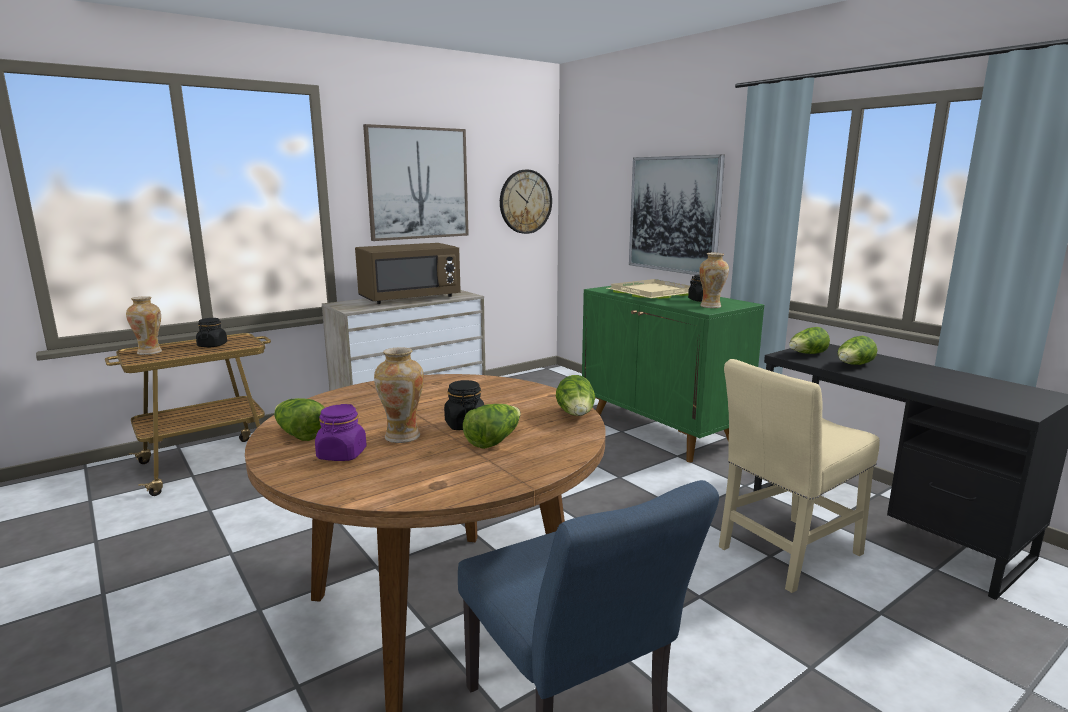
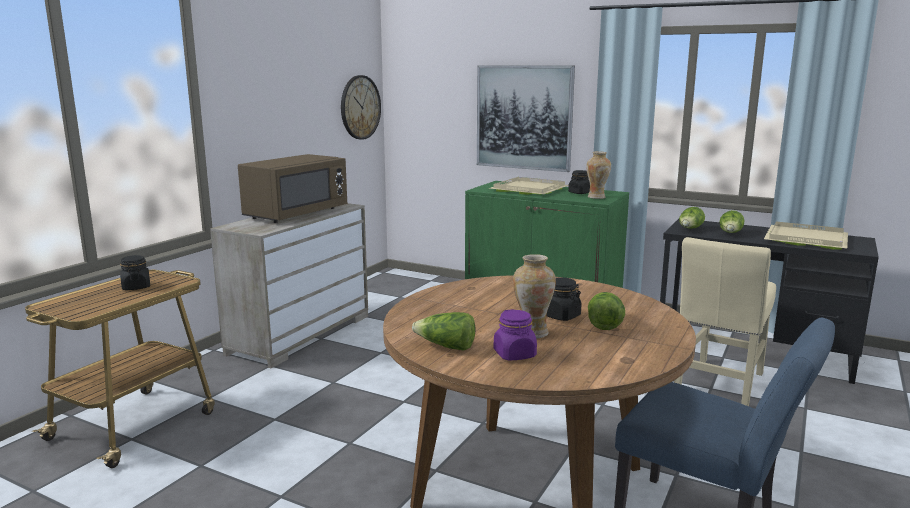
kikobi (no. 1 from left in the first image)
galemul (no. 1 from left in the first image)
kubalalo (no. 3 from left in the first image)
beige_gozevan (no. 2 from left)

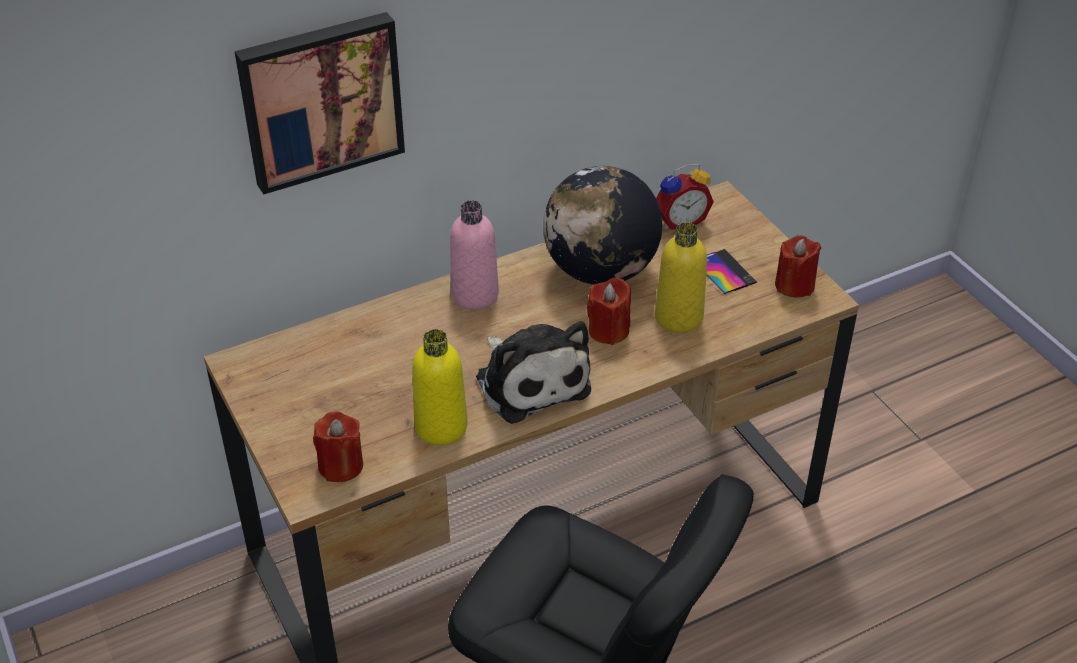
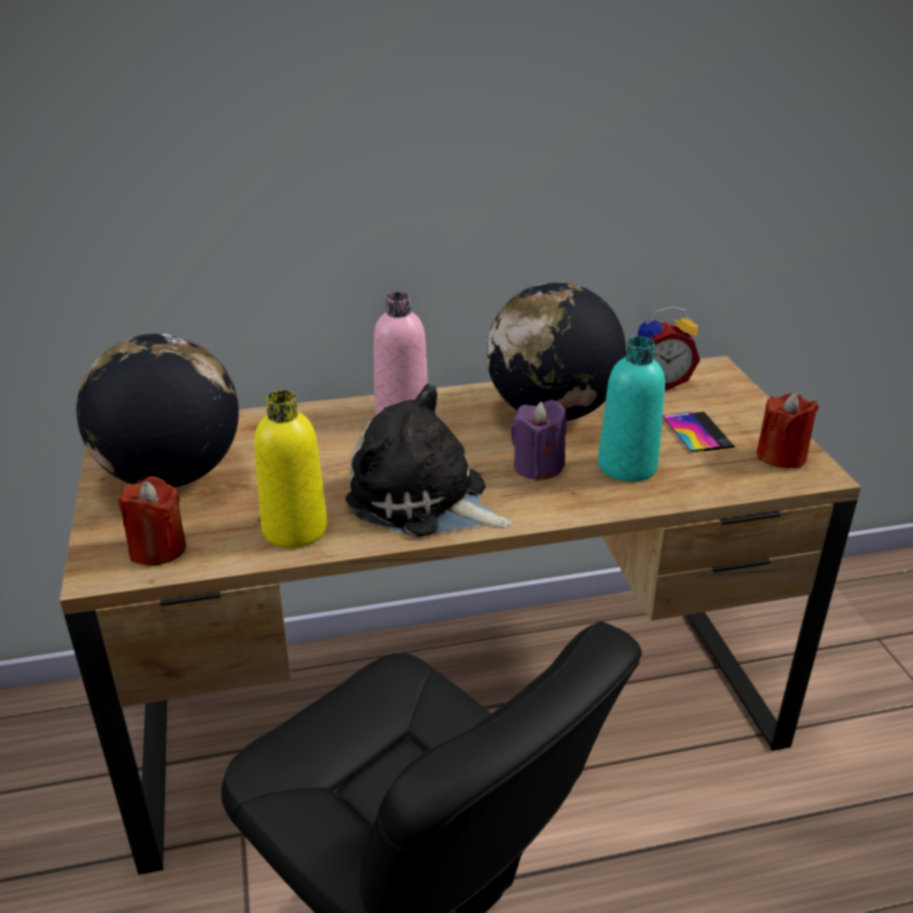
galemul
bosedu (no. 1 from left)
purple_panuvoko
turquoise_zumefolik
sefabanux

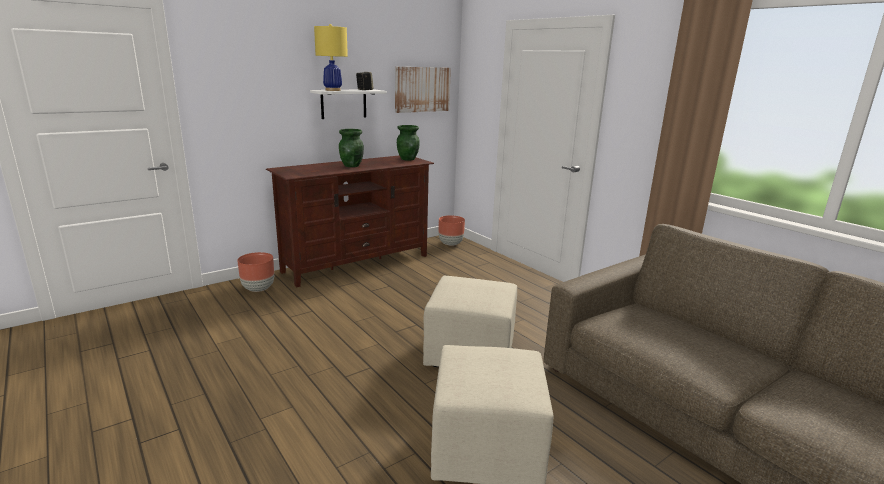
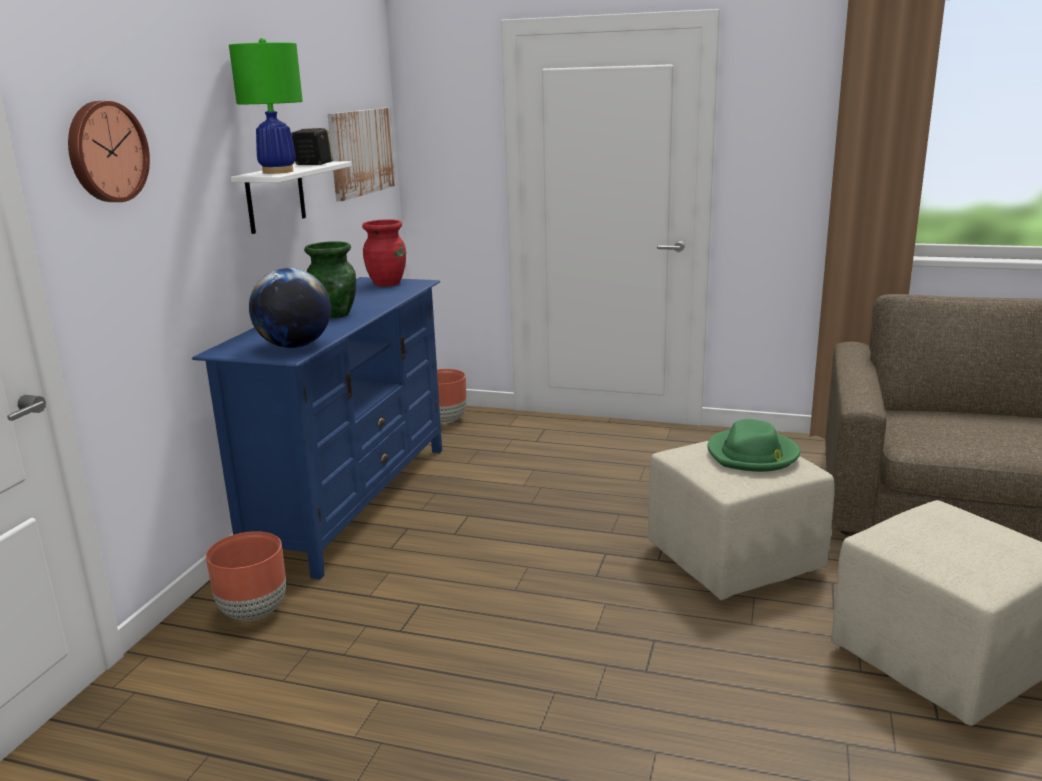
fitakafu
bosedu
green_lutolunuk
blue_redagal
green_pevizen
red_kikobi

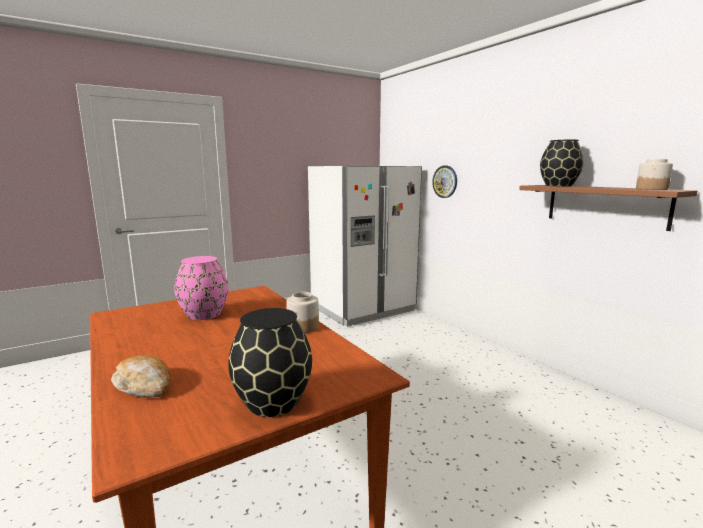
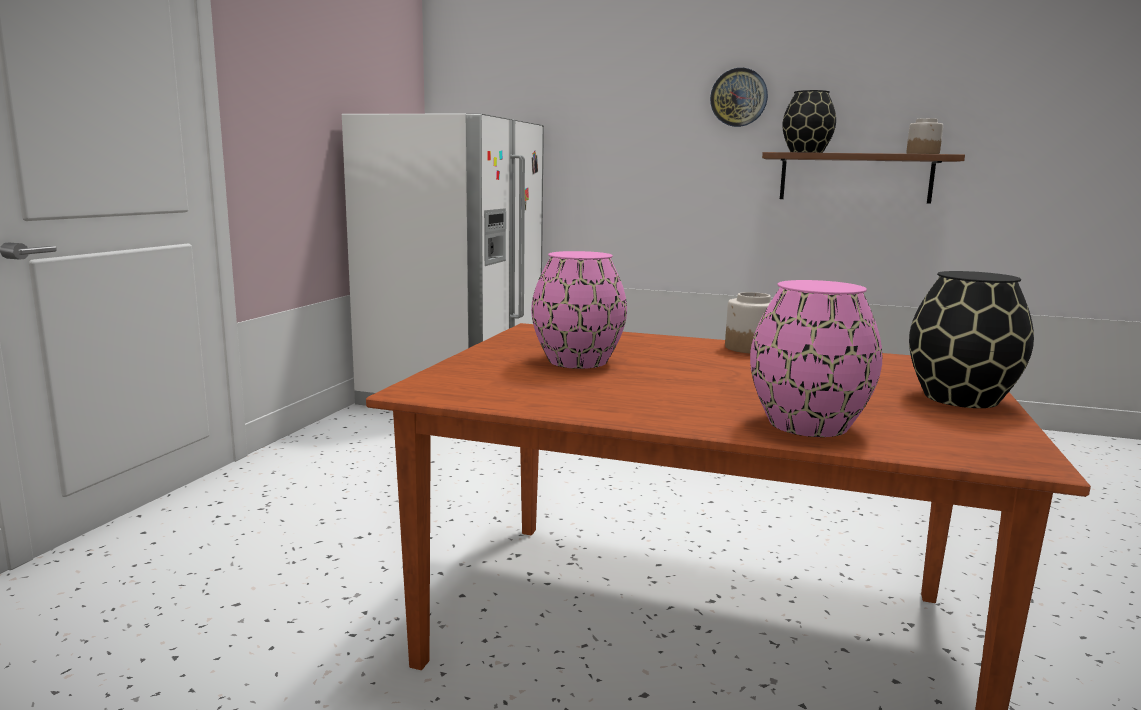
fitakafu
pink_kikobi (no. 2 from left)

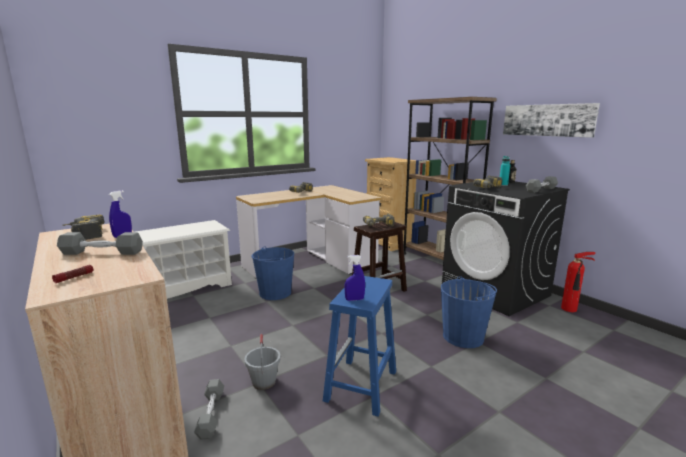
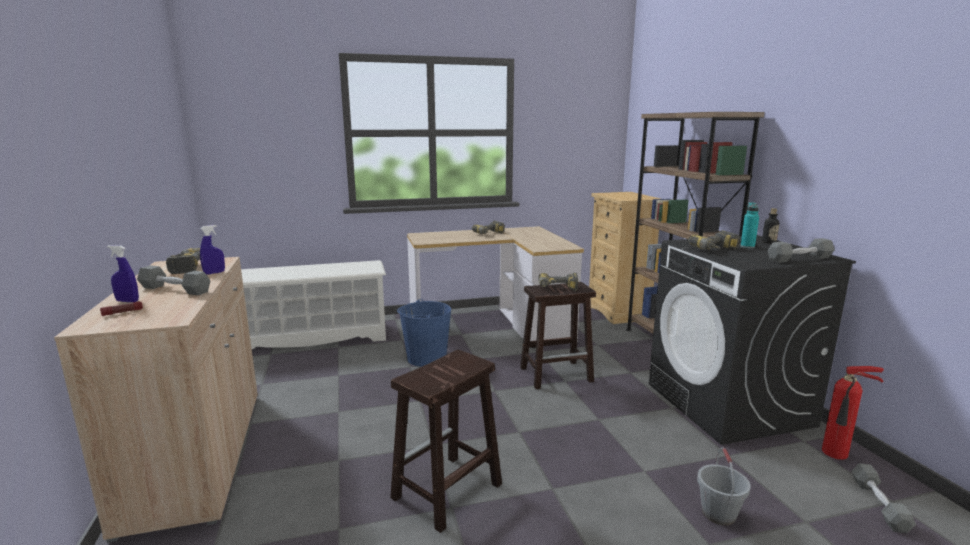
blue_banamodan (no. 2 from left in the first image)
galemul
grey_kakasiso (no. 3 from left)
grey_banamodan
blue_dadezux (no. 1 from left)
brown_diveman (no. 1 from left)

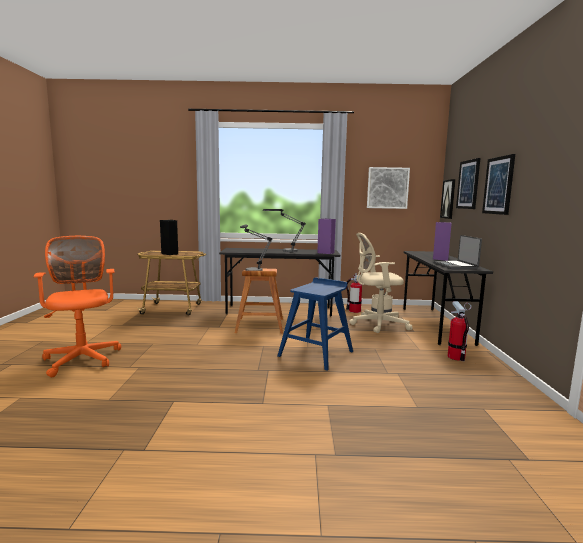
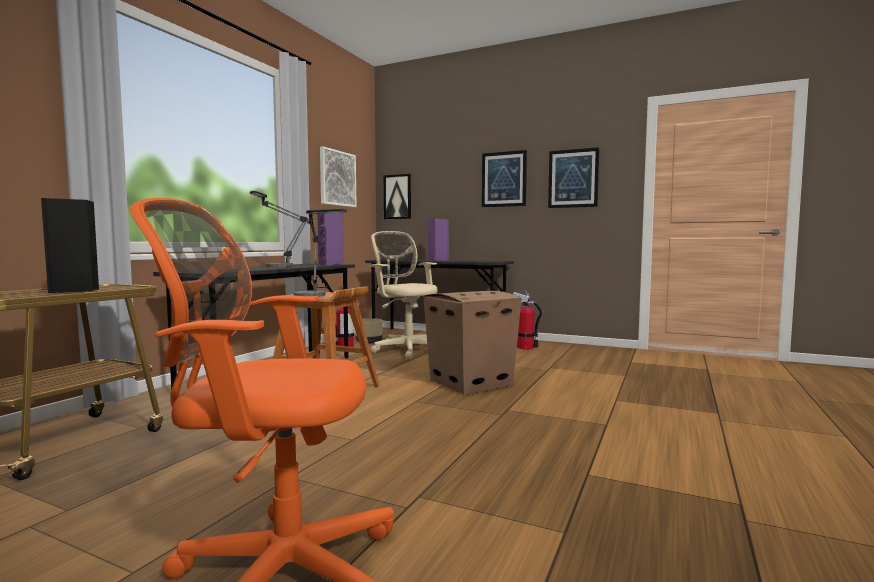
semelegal
galemul (no. 4 from left)
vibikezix
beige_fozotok

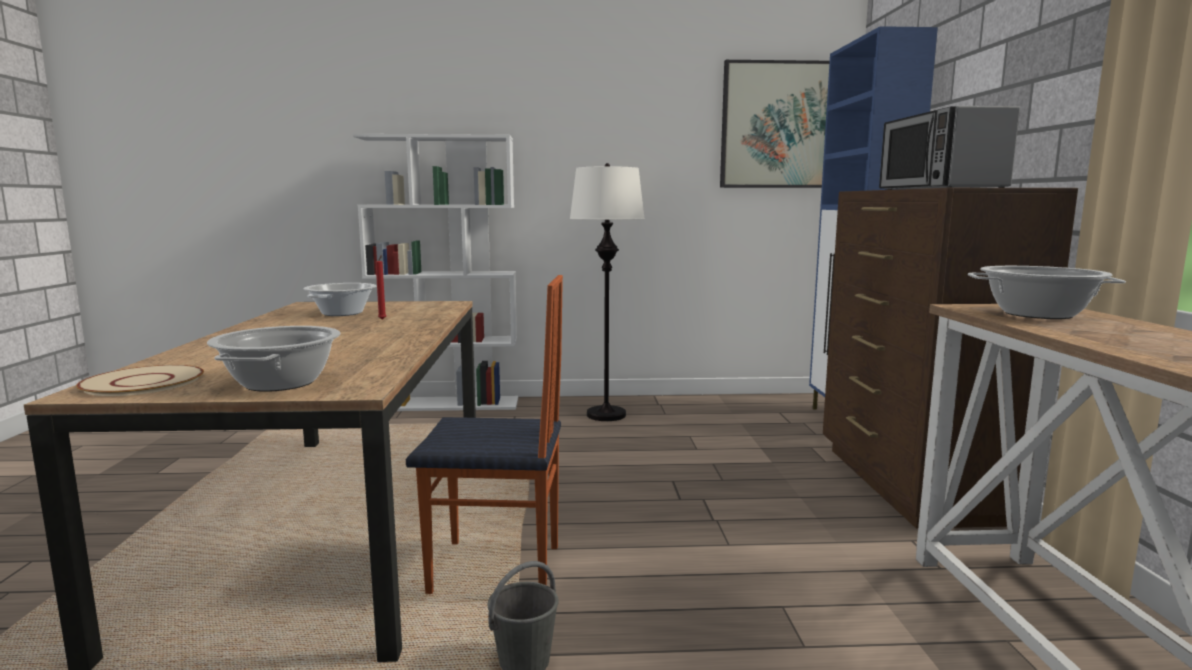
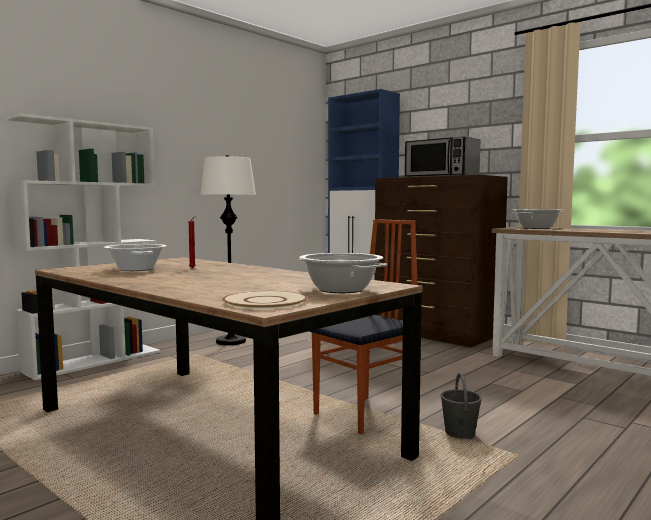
galemul

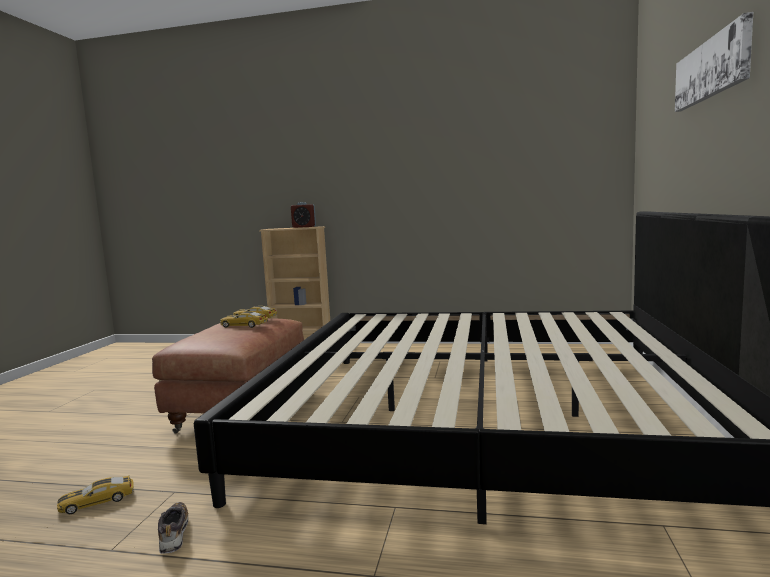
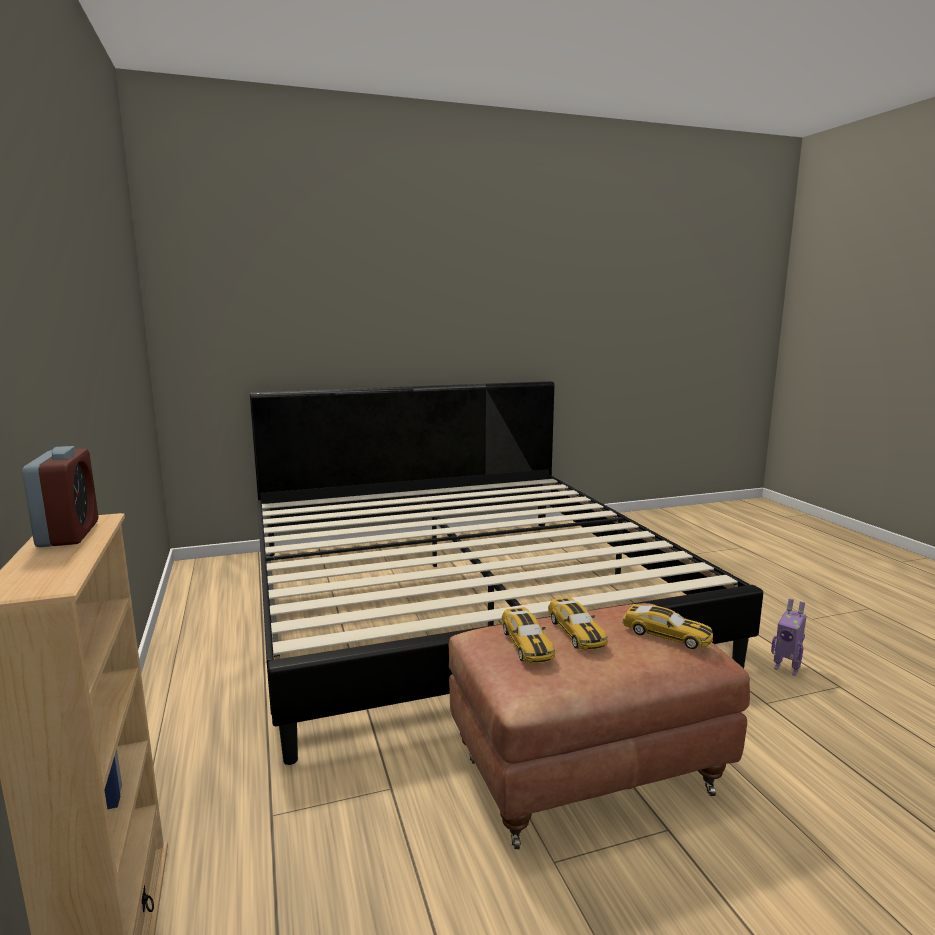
galemul
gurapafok (no. 3 from left)
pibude

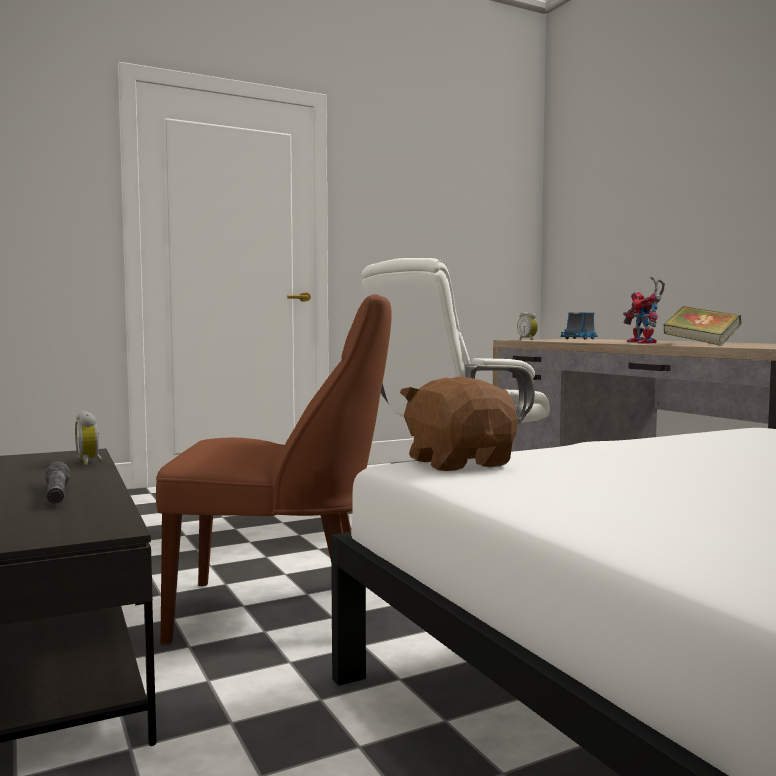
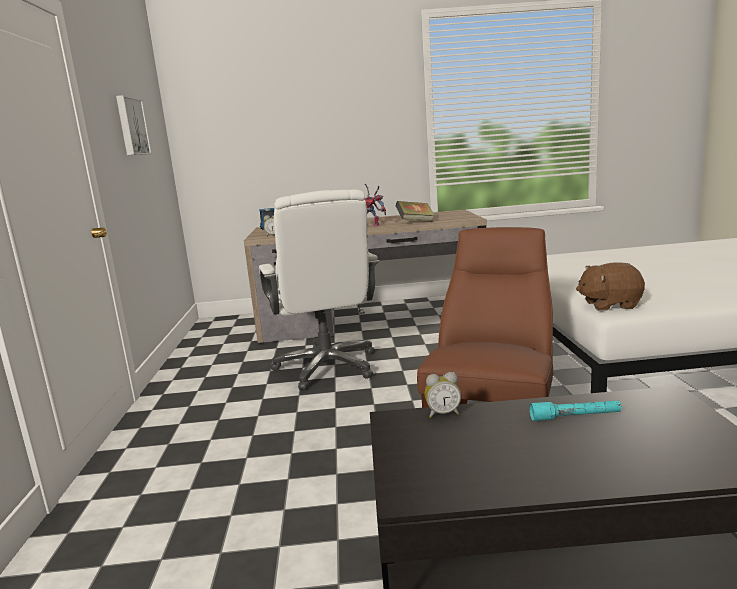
galemul
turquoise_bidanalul

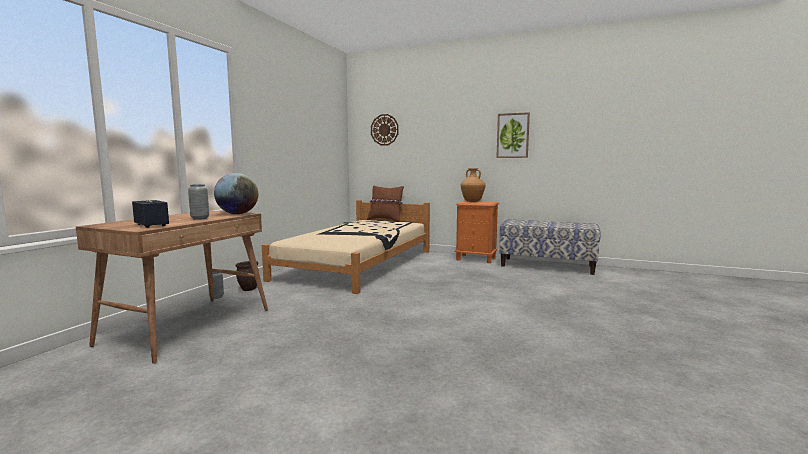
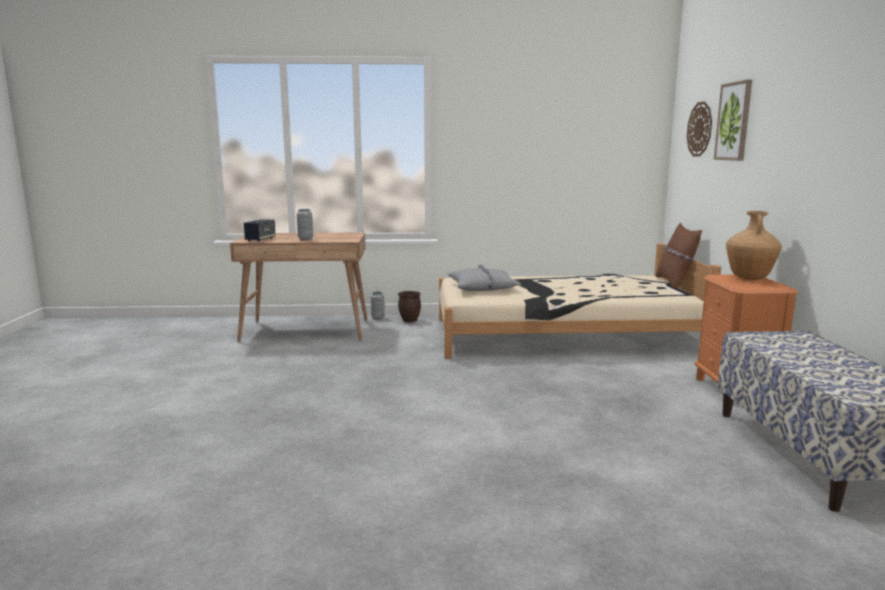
bosedu
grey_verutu
galemul

